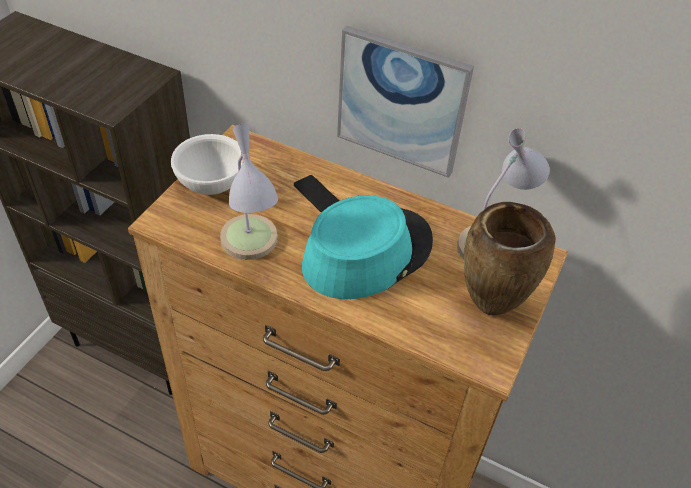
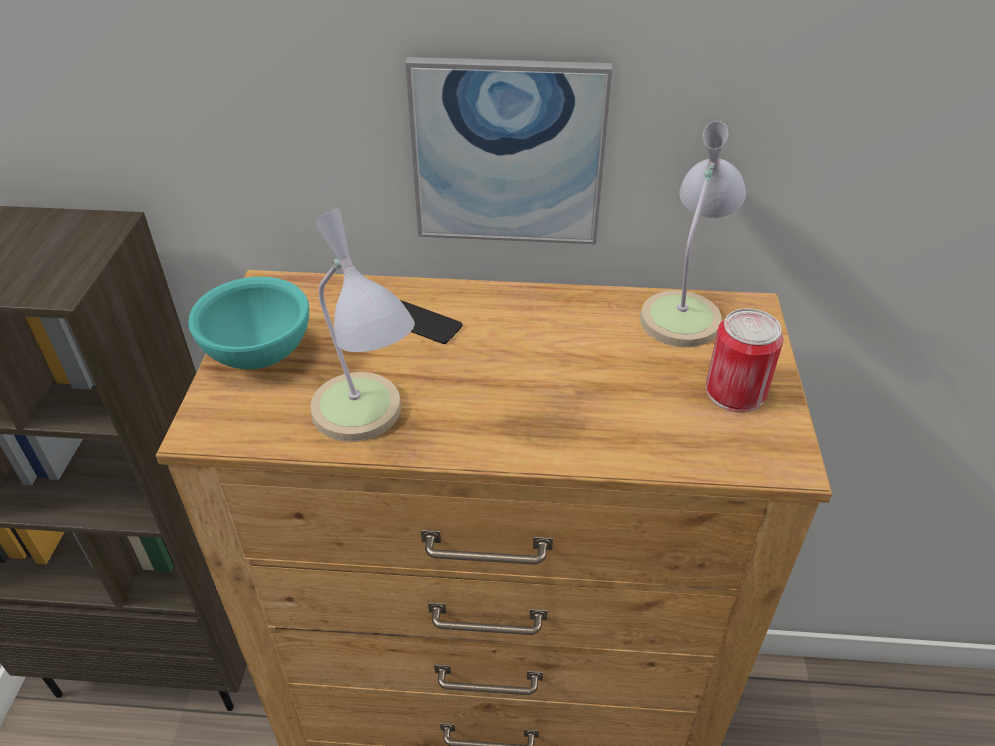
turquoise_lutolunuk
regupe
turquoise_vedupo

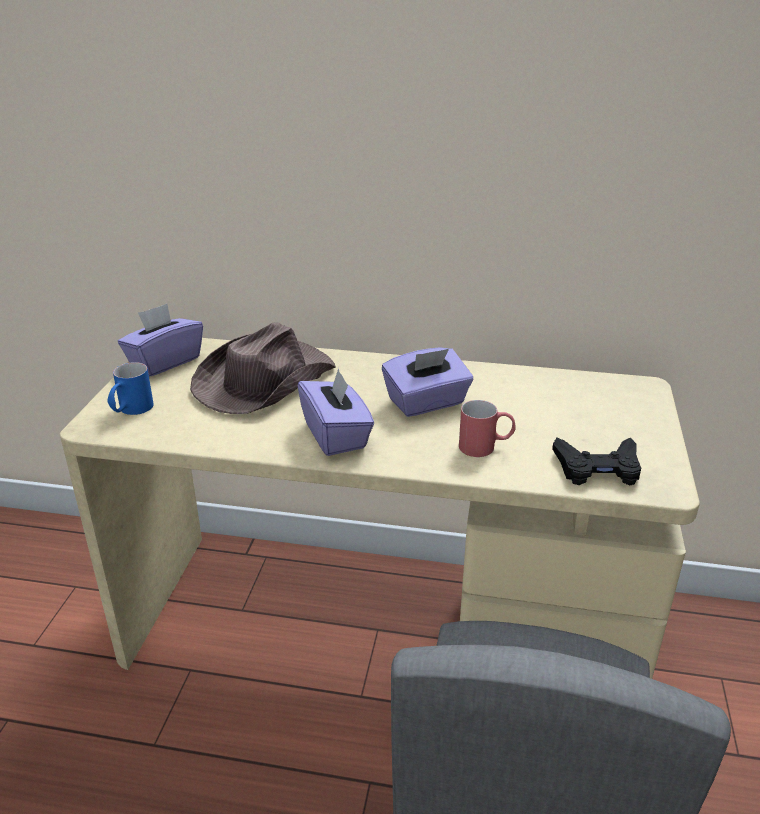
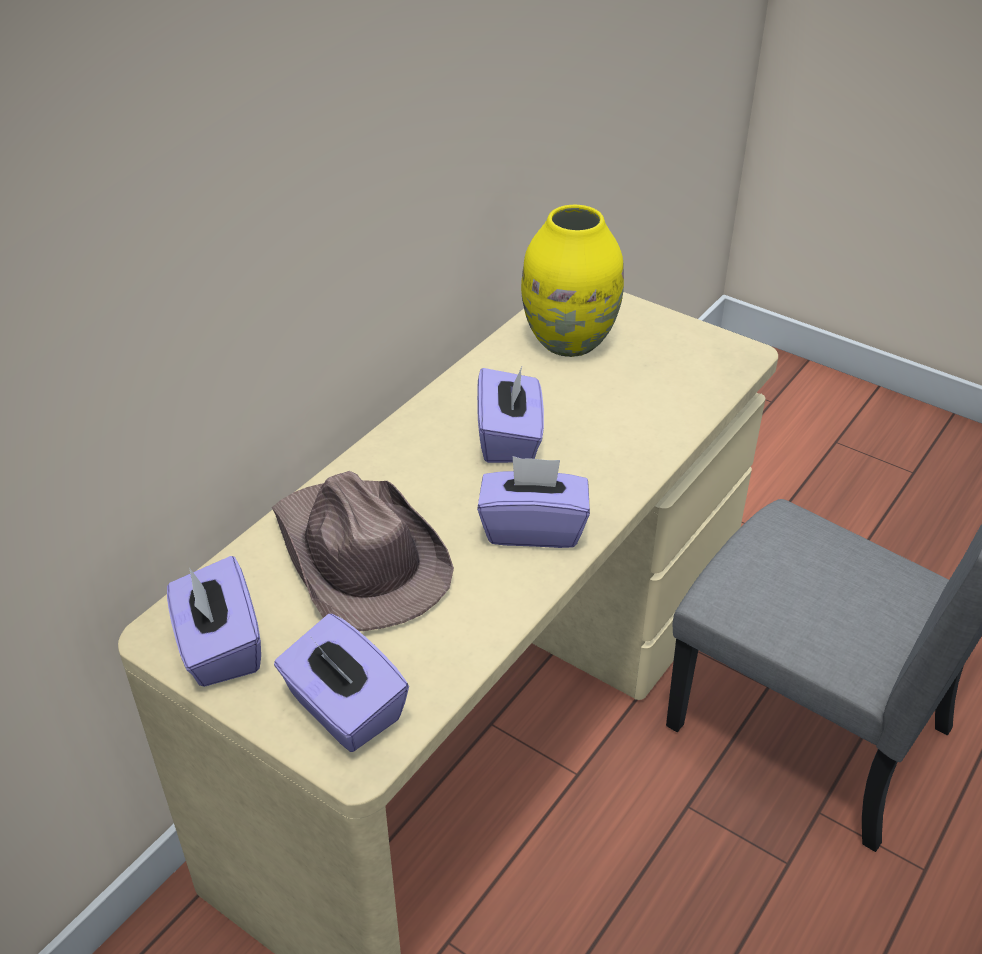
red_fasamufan
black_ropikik
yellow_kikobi
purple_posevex (no. 2 from left)

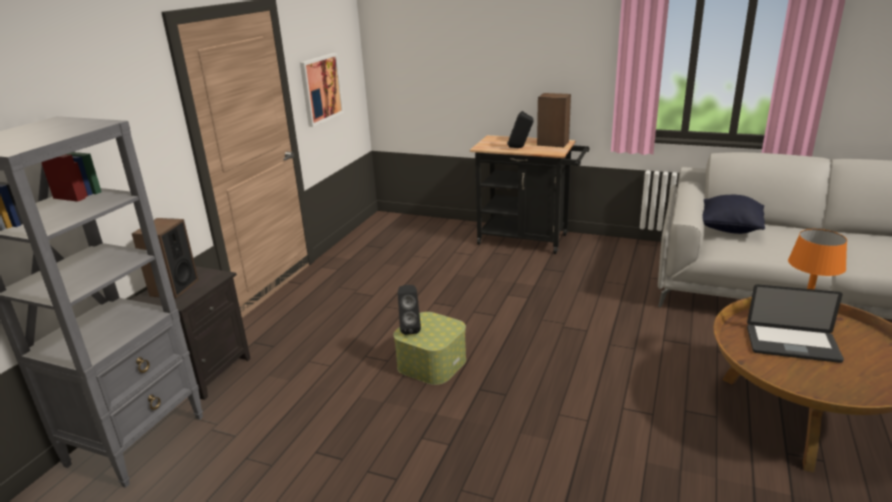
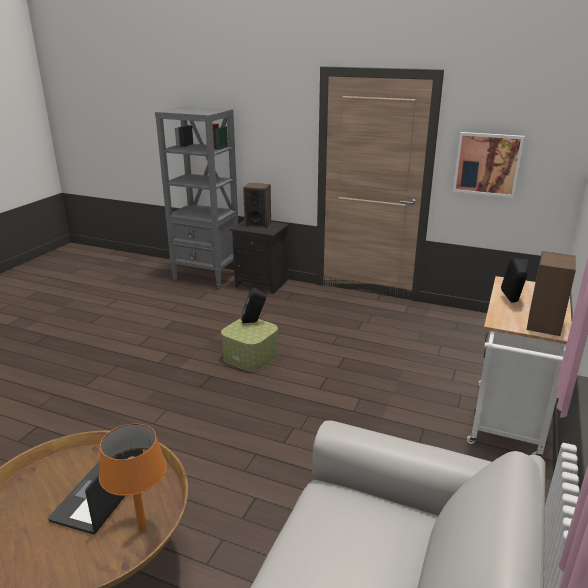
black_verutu
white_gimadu

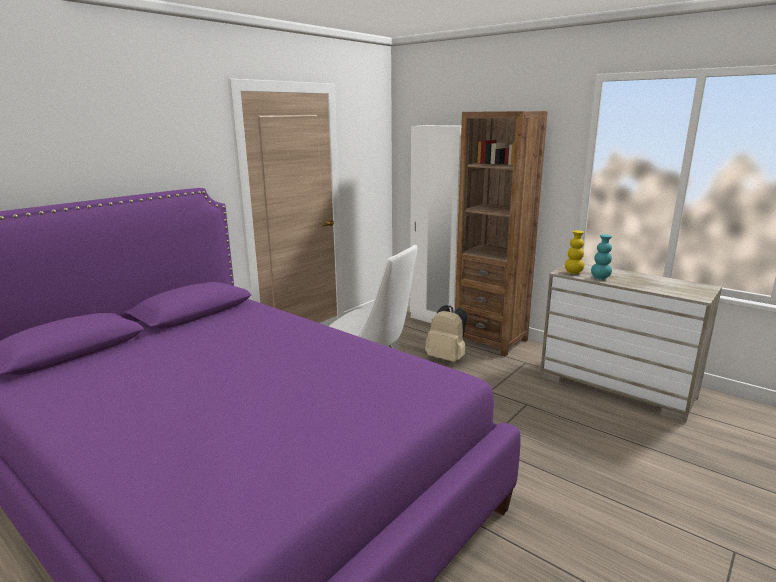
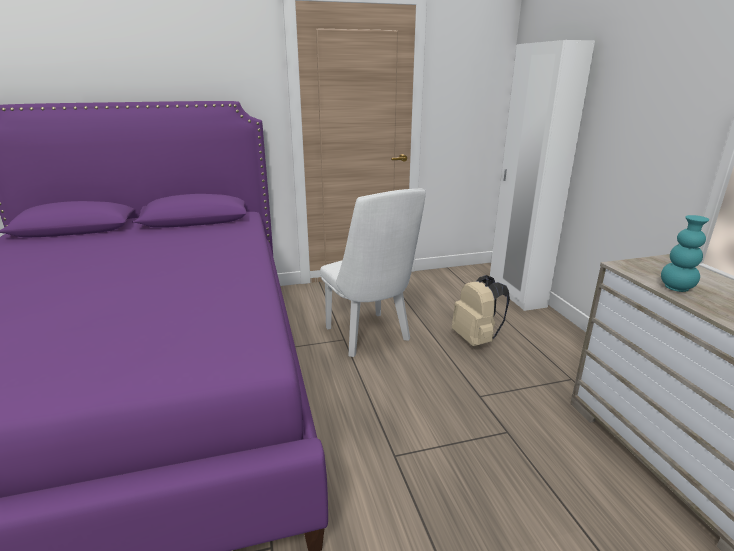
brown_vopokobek
yellow_kikobi

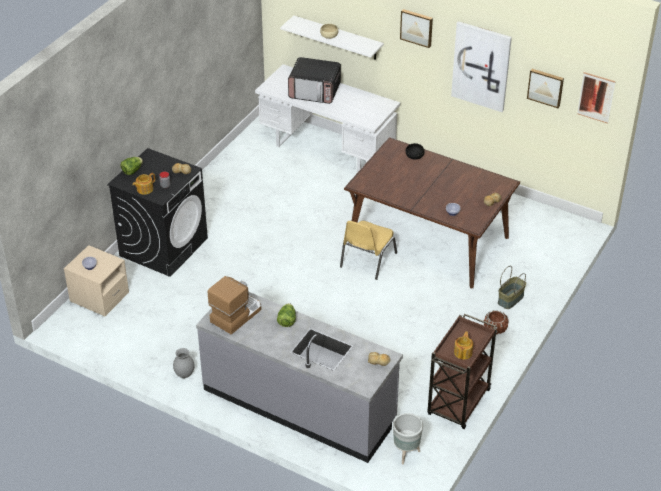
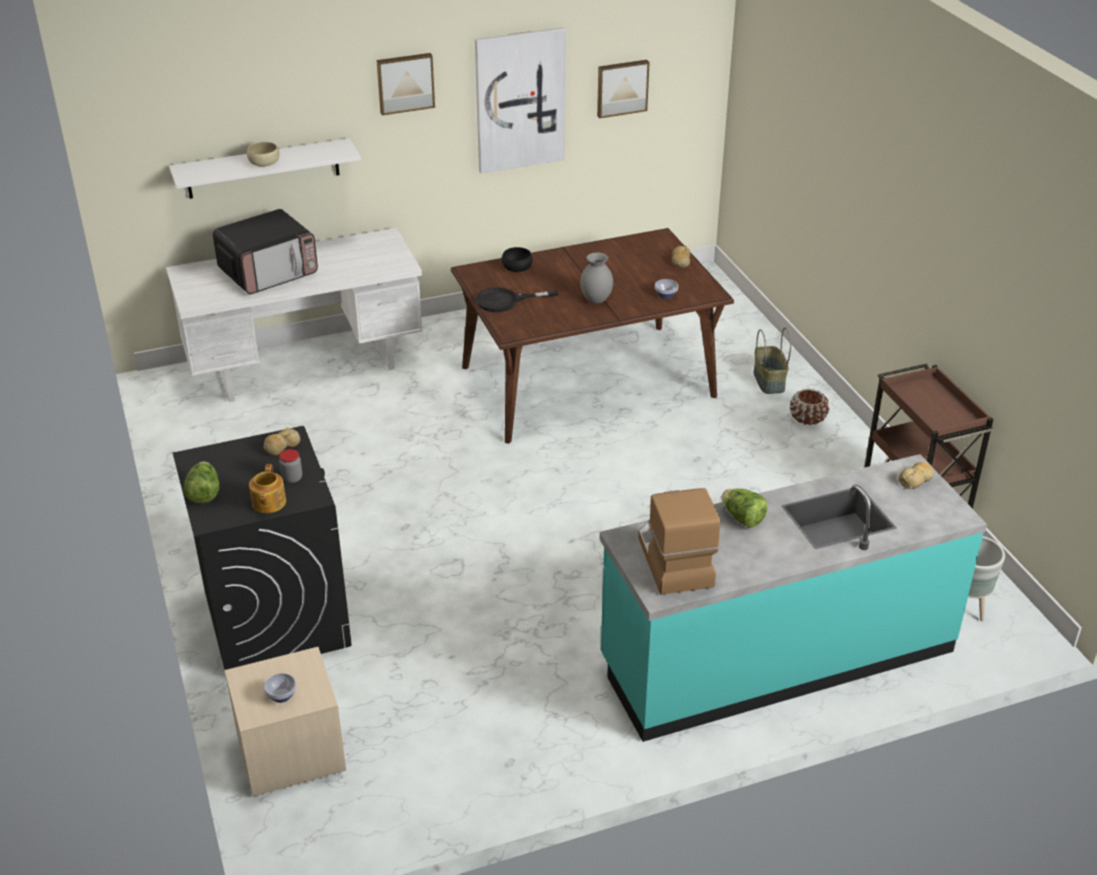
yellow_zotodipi
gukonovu (no. 2 from left in the first image)
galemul (no. 4 from left in the first image)
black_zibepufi
grey_kikobi
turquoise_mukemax

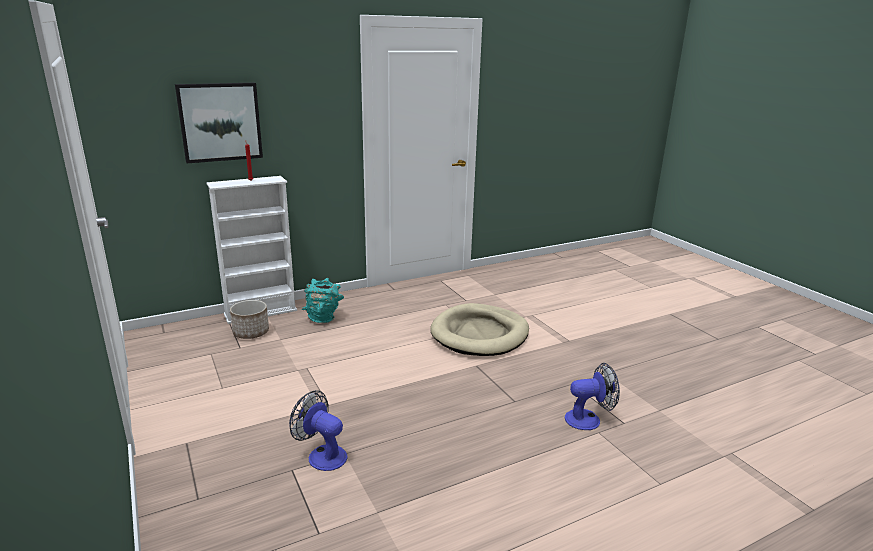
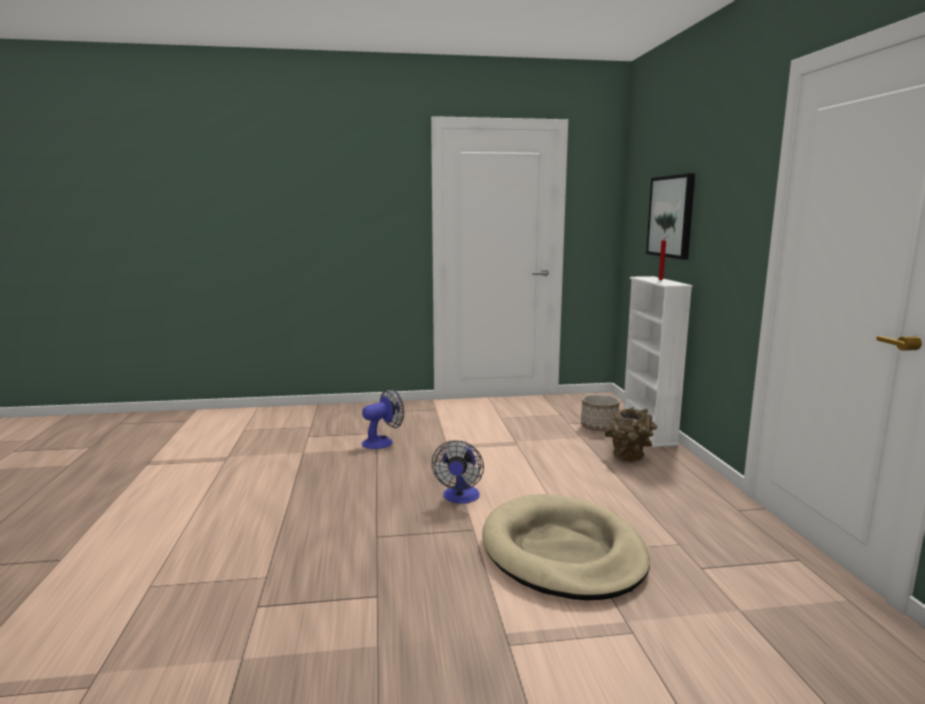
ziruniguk (no. 2 from left)
brown_kikobi

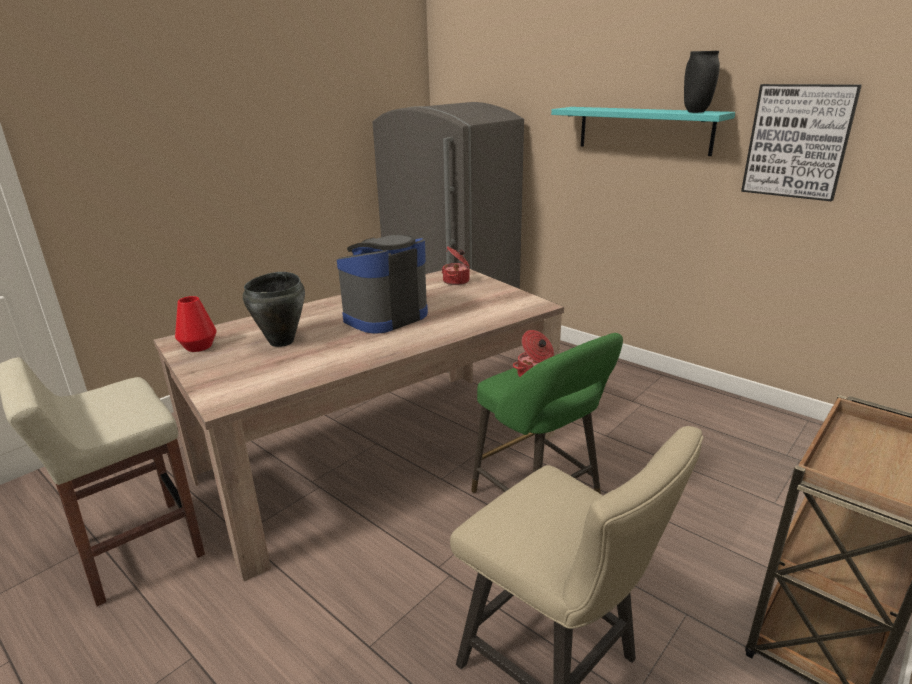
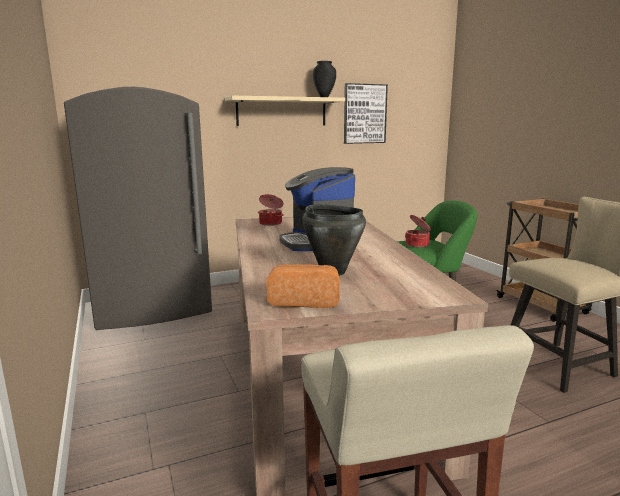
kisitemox
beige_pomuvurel

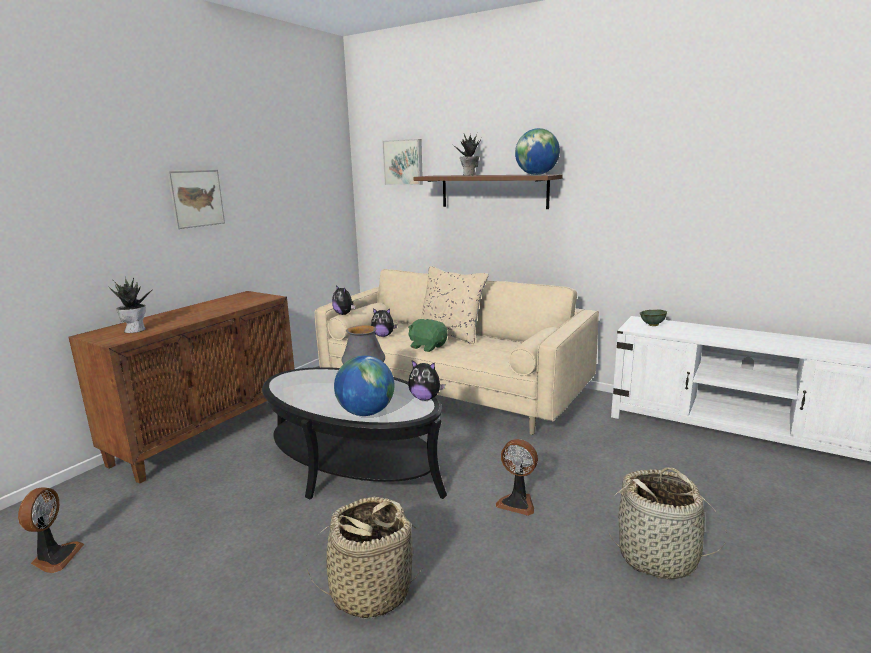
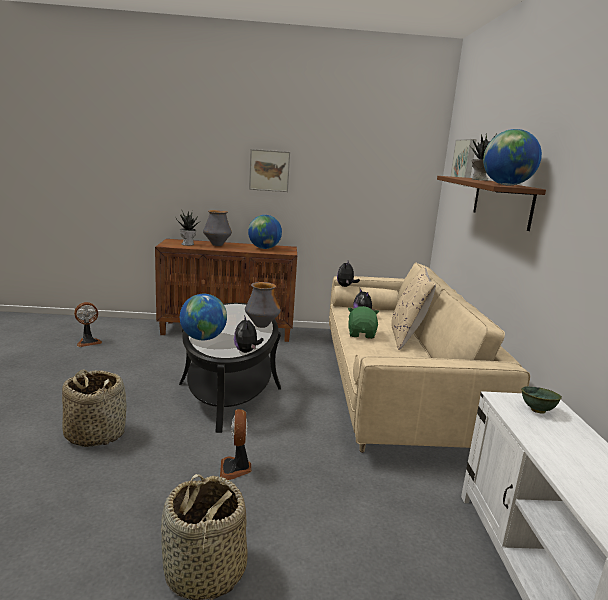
kikobi (no. 1 from left)
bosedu (no. 2 from left)

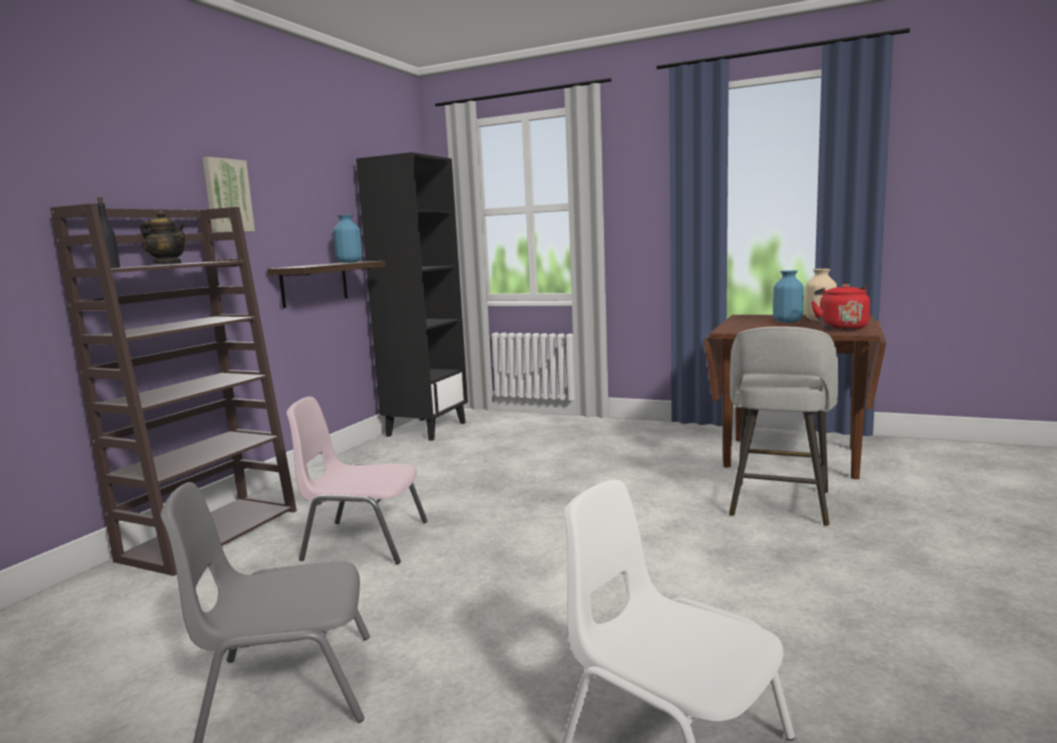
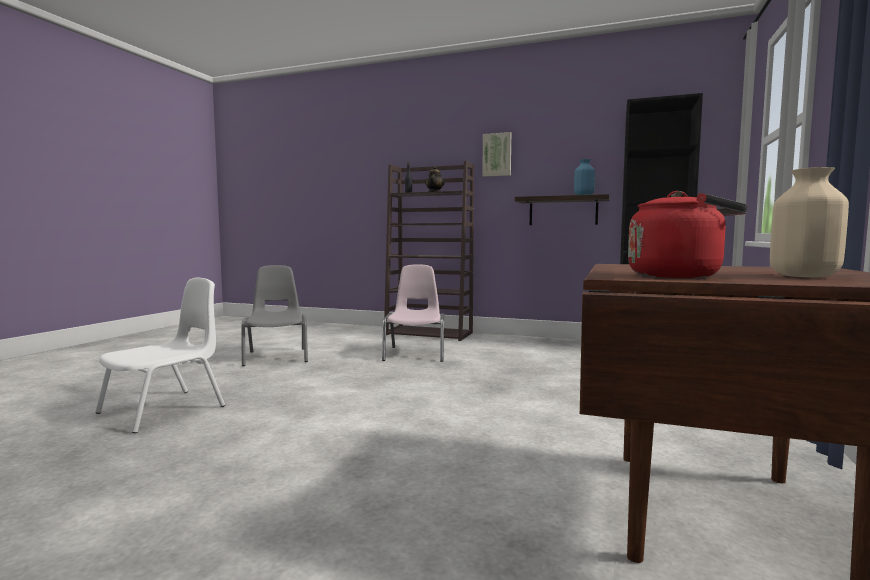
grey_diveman
blue_kikobi (no. 2 from left in the first image)

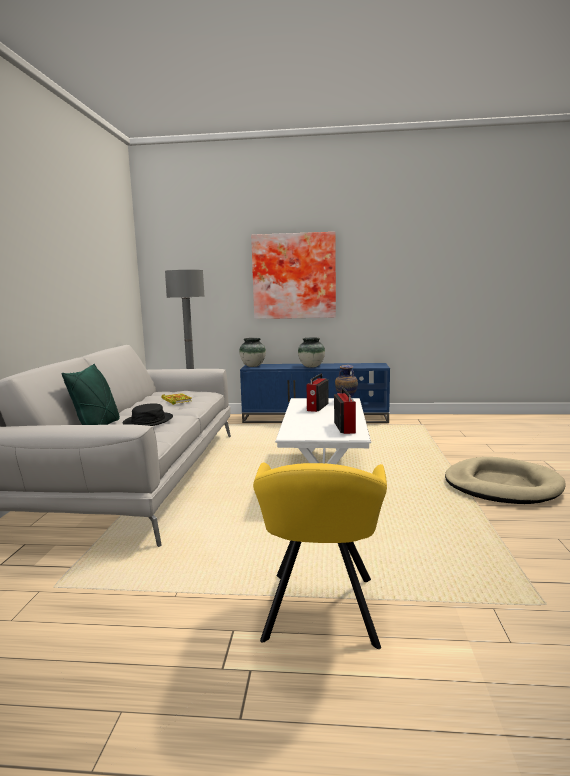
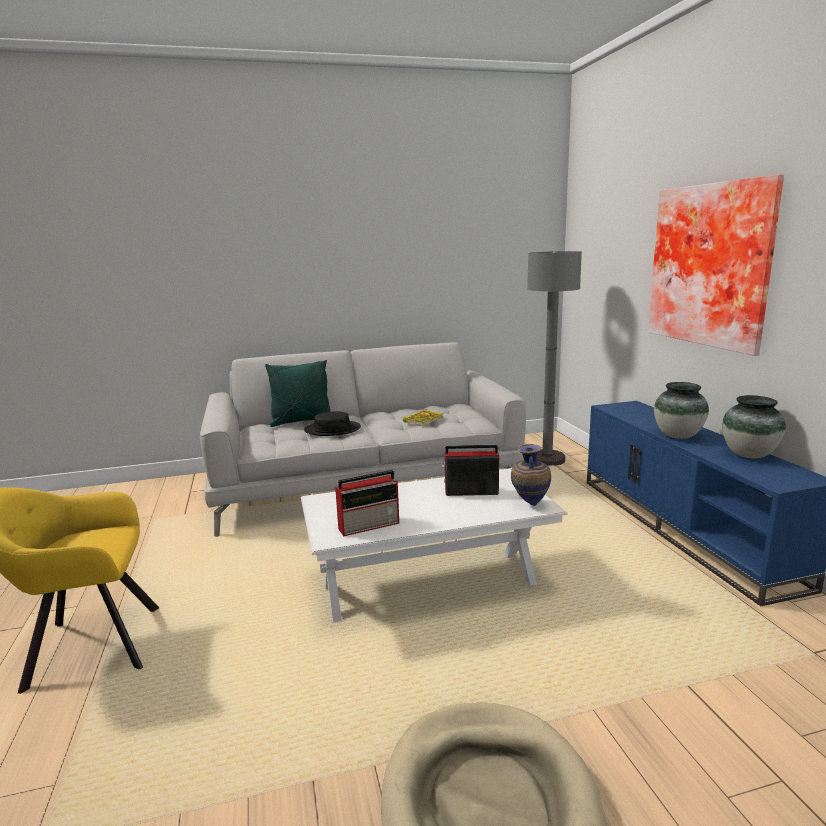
kikobi (no. 3 from left)

